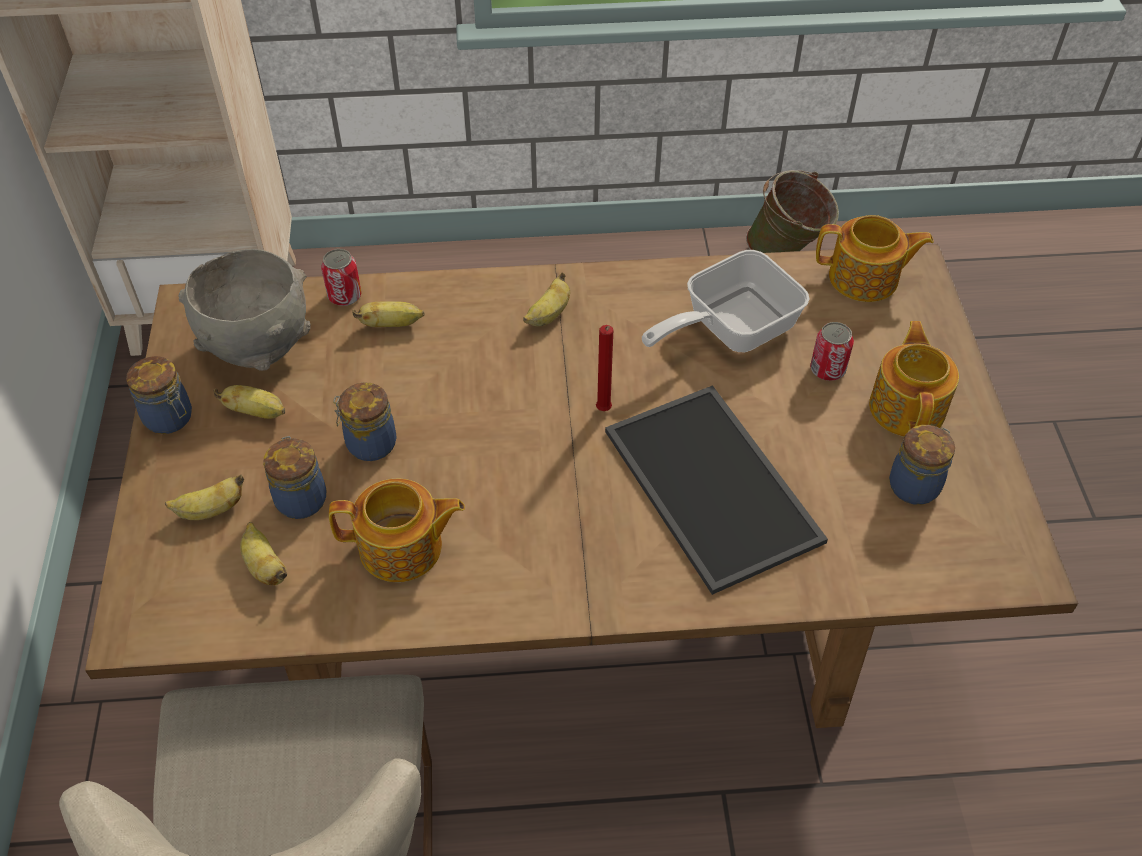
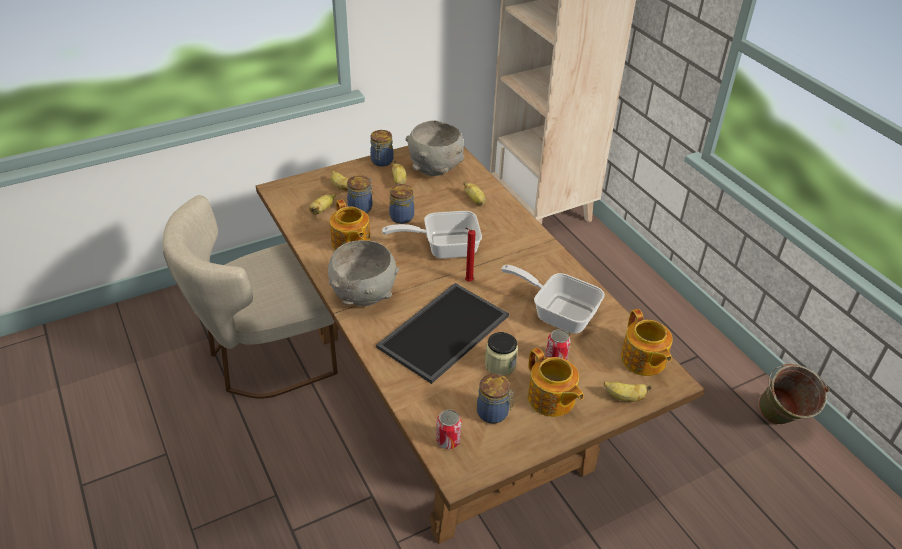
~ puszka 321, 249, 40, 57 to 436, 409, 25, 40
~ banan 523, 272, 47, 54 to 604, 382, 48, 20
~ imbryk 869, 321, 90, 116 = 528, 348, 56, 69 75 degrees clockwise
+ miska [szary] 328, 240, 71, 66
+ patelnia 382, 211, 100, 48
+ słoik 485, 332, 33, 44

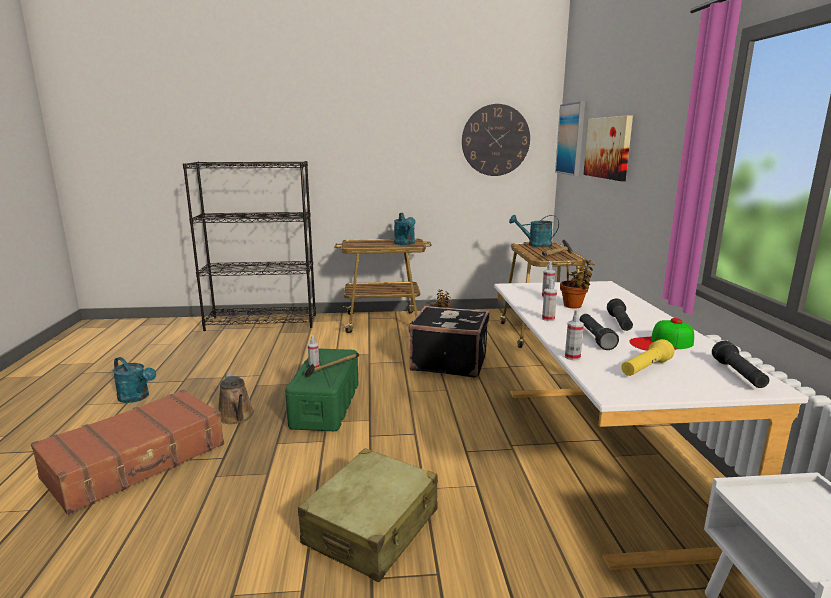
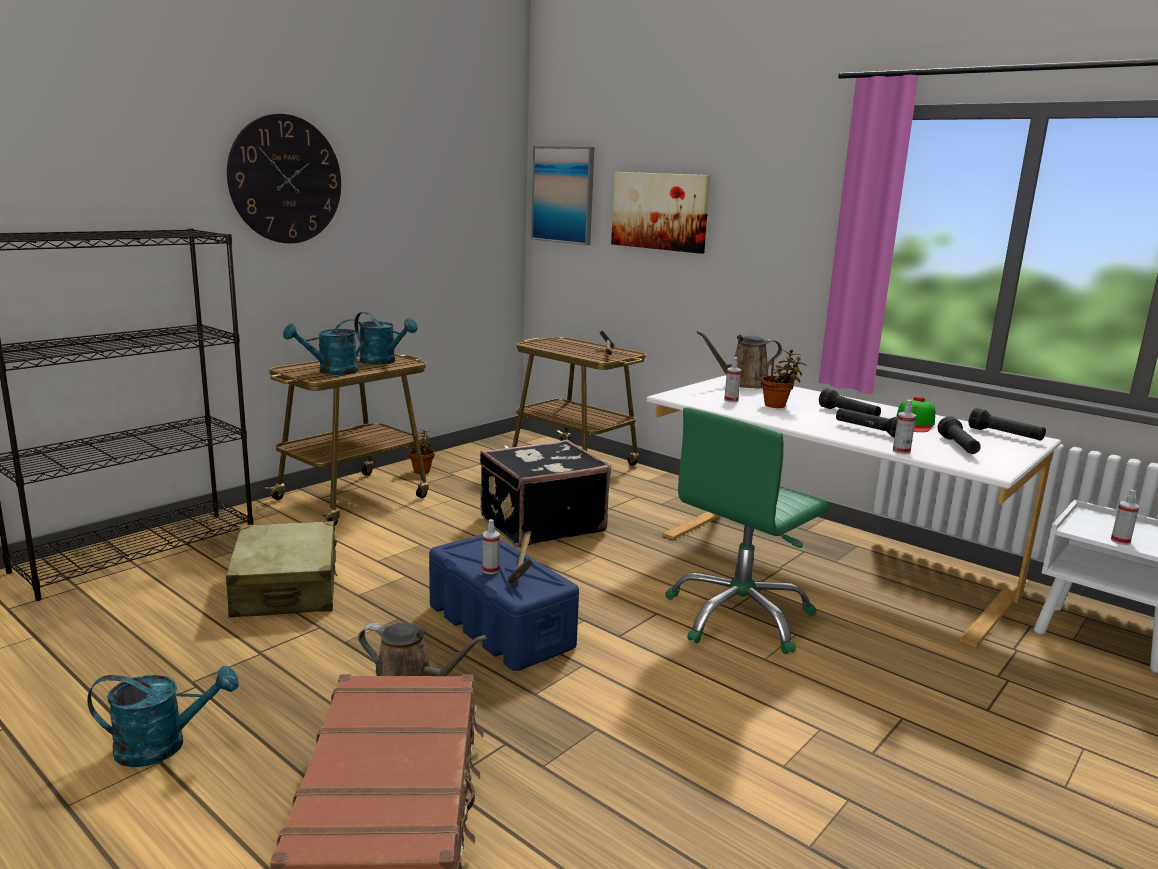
~ pojemnik do przechowywania [zielony] 285, 349, 73, 82 to pojemnik do przechowywania [niebieski] 429, 534, 150, 137
~ walizka [beżowy] 298, 448, 140, 134 to 226, 521, 112, 96
~ zegar ścienny 462, 104, 68, 72 to 227, 114, 114, 129
~ konewka [turkusowy] 509, 215, 50, 32 to 283, 319, 82, 56
~ spryskiwacz 542, 279, 15, 42 to 1111, 489, 28, 56
~ latarka [żółty] 621, 339, 53, 37 to latarka [czarny] 938, 416, 43, 38
+ krzesło biurowe [zielony] 665, 407, 164, 247
+ konewka [brązowy] 696, 331, 86, 57

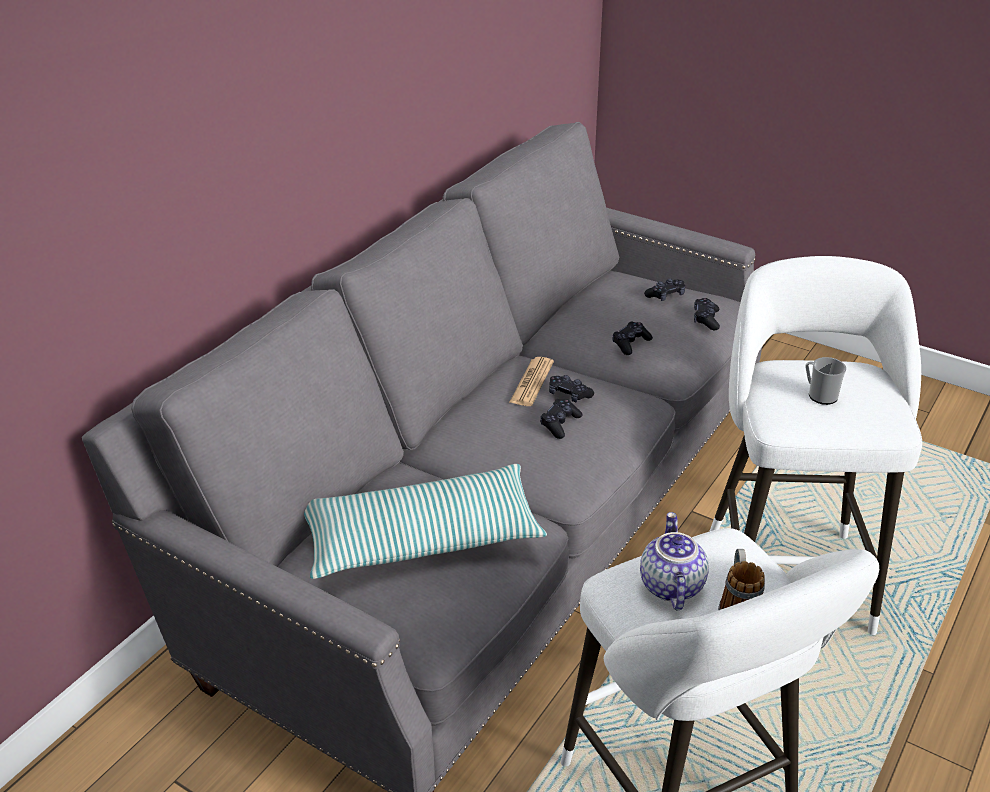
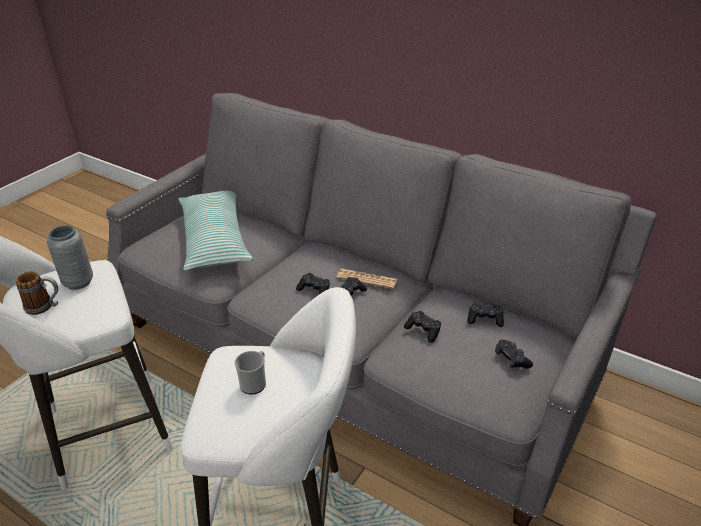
~ imbryk 640, 512, 69, 98 to wazon [szary] 47, 225, 46, 65
~ pad do gier [czarny] 694, 298, 26, 32 to 467, 303, 37, 24

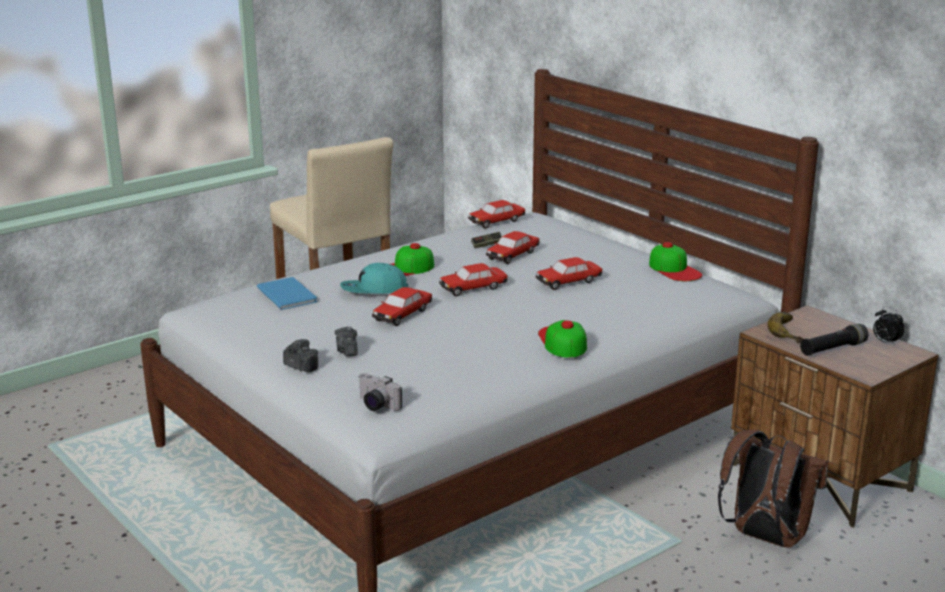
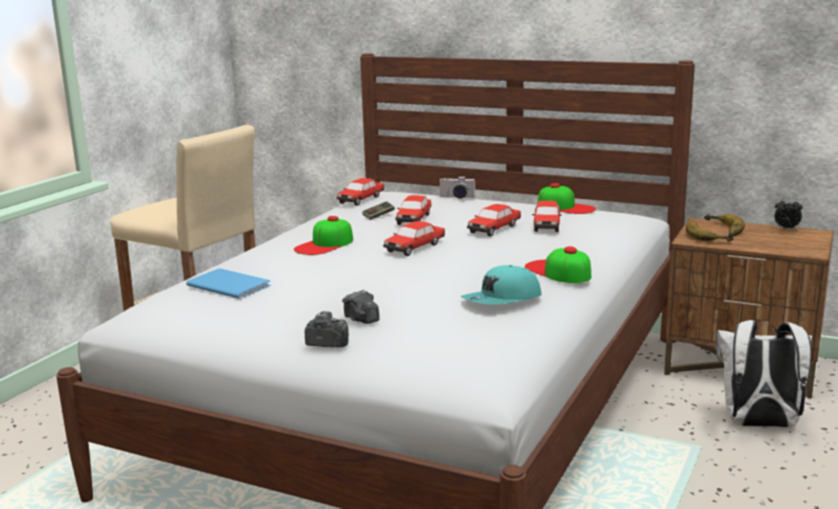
~ czapka z daszkiem [turkusowy] 340, 263, 68, 31 to 461, 265, 81, 40
~ aparat fotograficzny 358, 373, 44, 38 to 439, 176, 37, 23
~ samochodzik 372, 287, 60, 39 to 532, 201, 30, 31
~ plecak [brązowy] 718, 430, 110, 118 to plecak [biały] 716, 320, 96, 108
- latarka [czarny] 800, 324, 68, 32
+ banan 704, 214, 41, 23

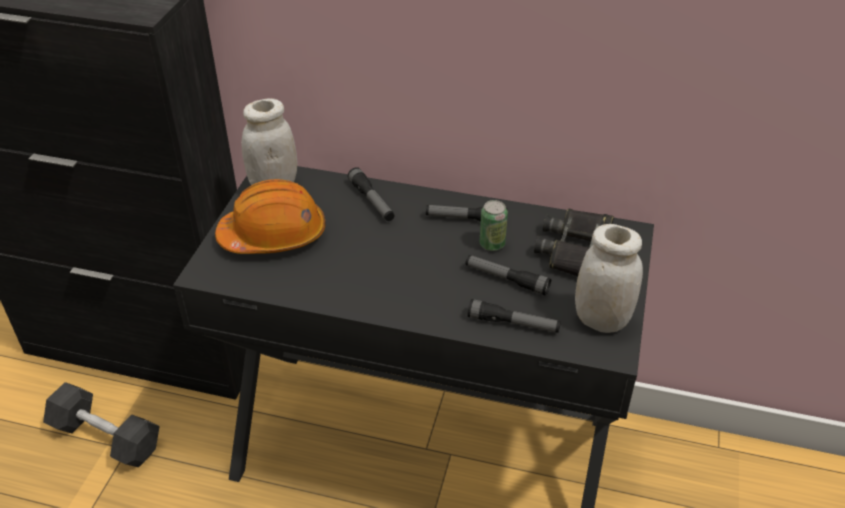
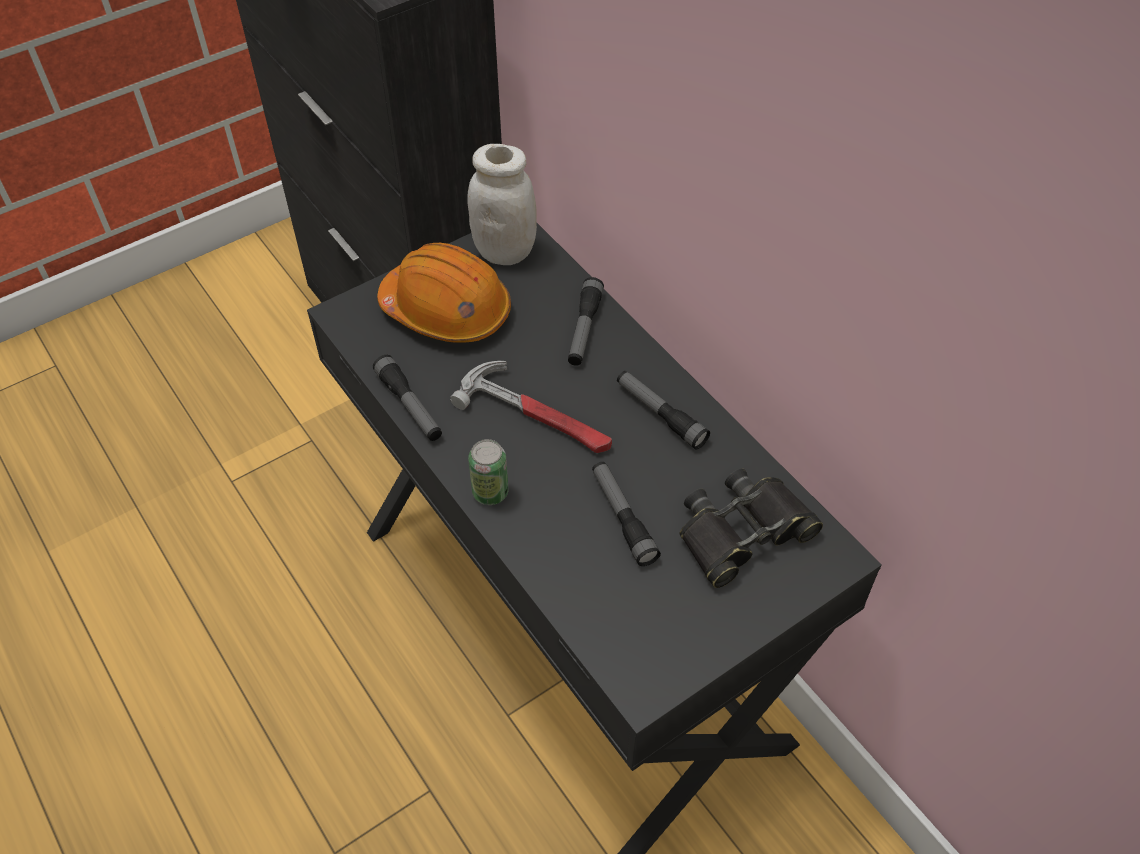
- hantel [czarny] 43, 382, 117, 85
~ latarka 467, 299, 94, 34 to 373, 355, 69, 86
~ puszka 480, 200, 28, 51 to 468, 439, 40, 66
- słoik [biały] 575, 224, 68, 109
+ młotek 450, 361, 162, 92

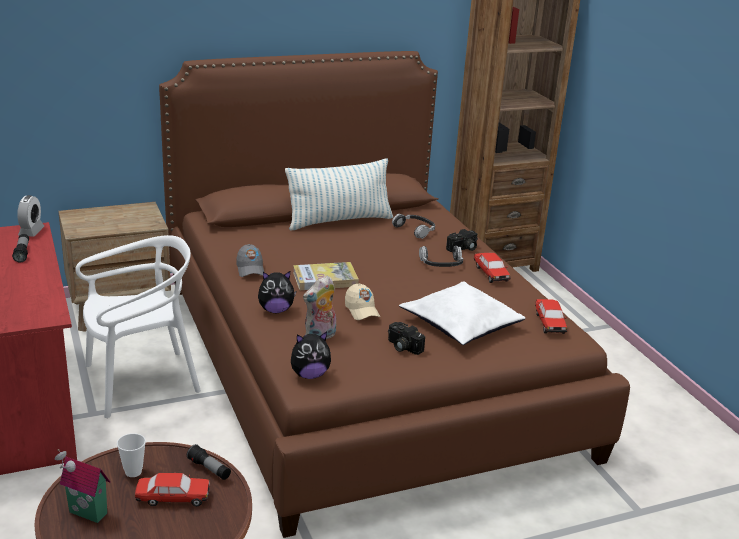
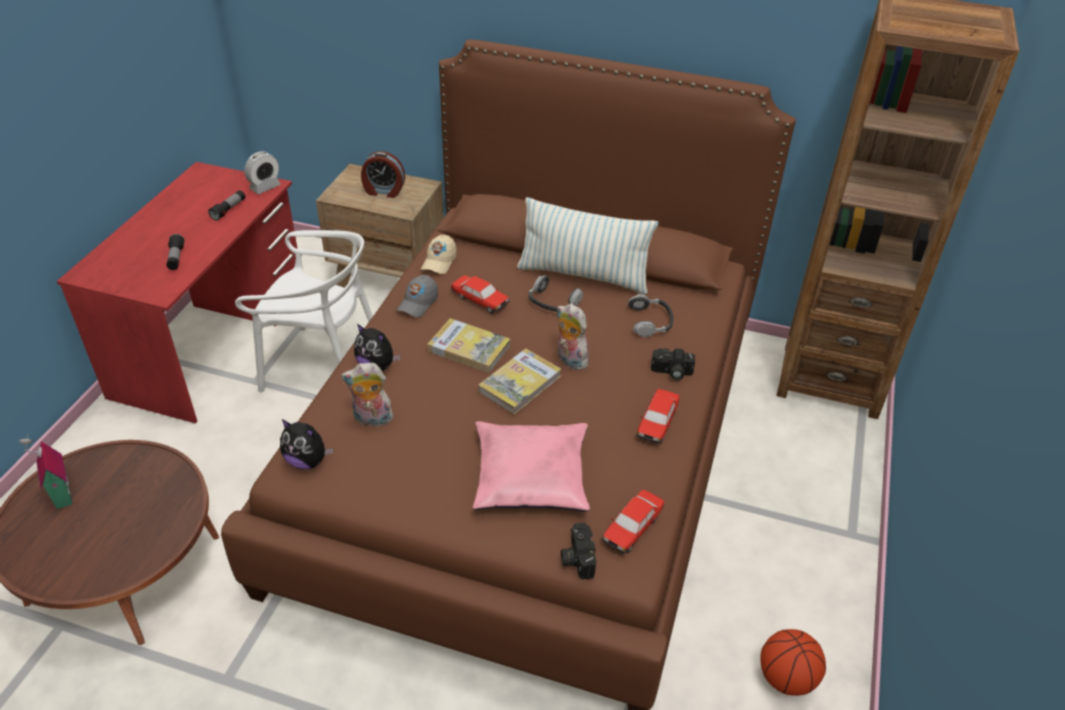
- filiżanka 117, 433, 29, 44
~ samochodzik 135, 473, 75, 34 to 451, 275, 58, 39
~ latarka 187, 444, 44, 36 to 166, 234, 19, 36
~ czapka z daszkiem [beżowy] 345, 284, 35, 36 to 421, 235, 36, 39
~ aparat fotograficzny 388, 322, 37, 33 to 561, 523, 35, 56
~ poduszka [biały] 399, 281, 126, 64 to poduszka [różowy] 473, 421, 117, 90
~ słuchawki 419, 246, 44, 21 to 528, 275, 55, 37
+ budzik 361, 151, 44, 47
+ książka 478, 348, 83, 67
+ pluszak 557, 304, 35, 67
+ piłka do koszykówki 761, 629, 65, 67

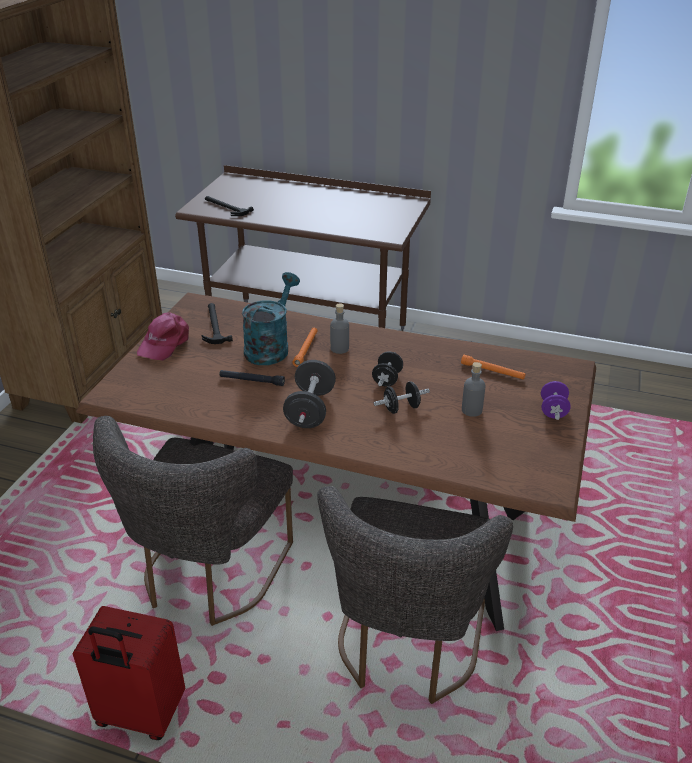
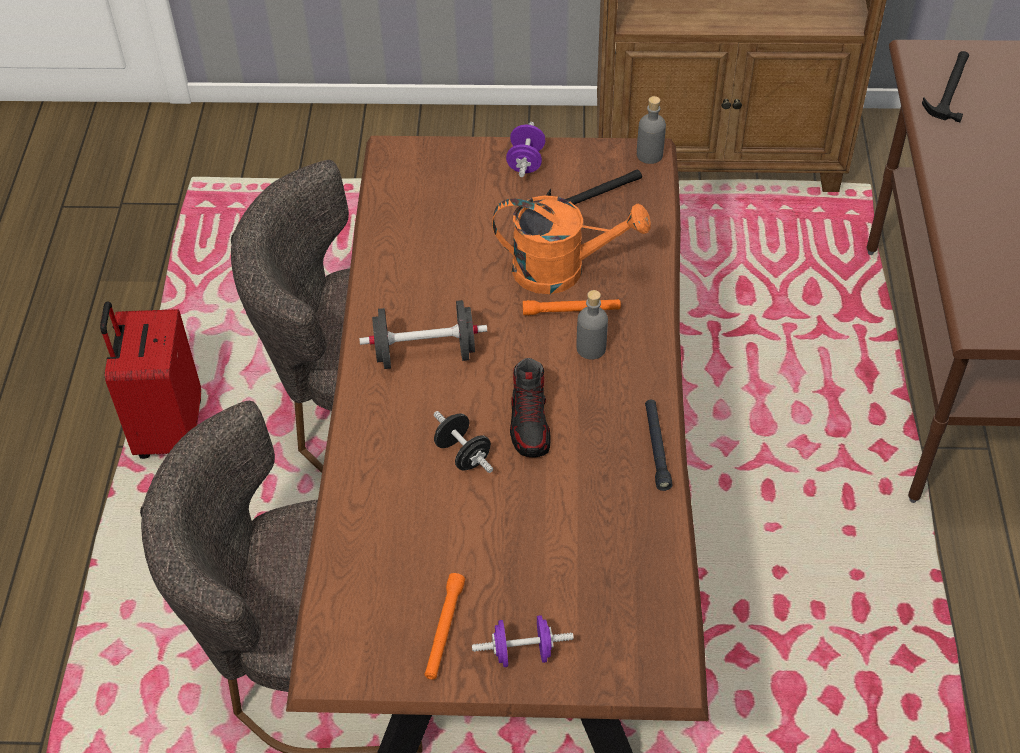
~ czapka z daszkiem [różowy] 137, 312, 52, 48 to hantel [fioletowy] 506, 122, 40, 55
~ latarka [czarny] 219, 370, 66, 16 to 645, 400, 28, 91
~ konewka [turkusowy] 242, 272, 58, 93 to konewka [pomarańczowy] 492, 195, 159, 99
~ hantel [czarny] 372, 351, 31, 36 to but 510, 358, 41, 99
~ latarka [pomarańczowy] 461, 355, 64, 25 to 424, 573, 41, 107
~ butelka [szary] 462, 362, 23, 55 to 637, 96, 29, 68

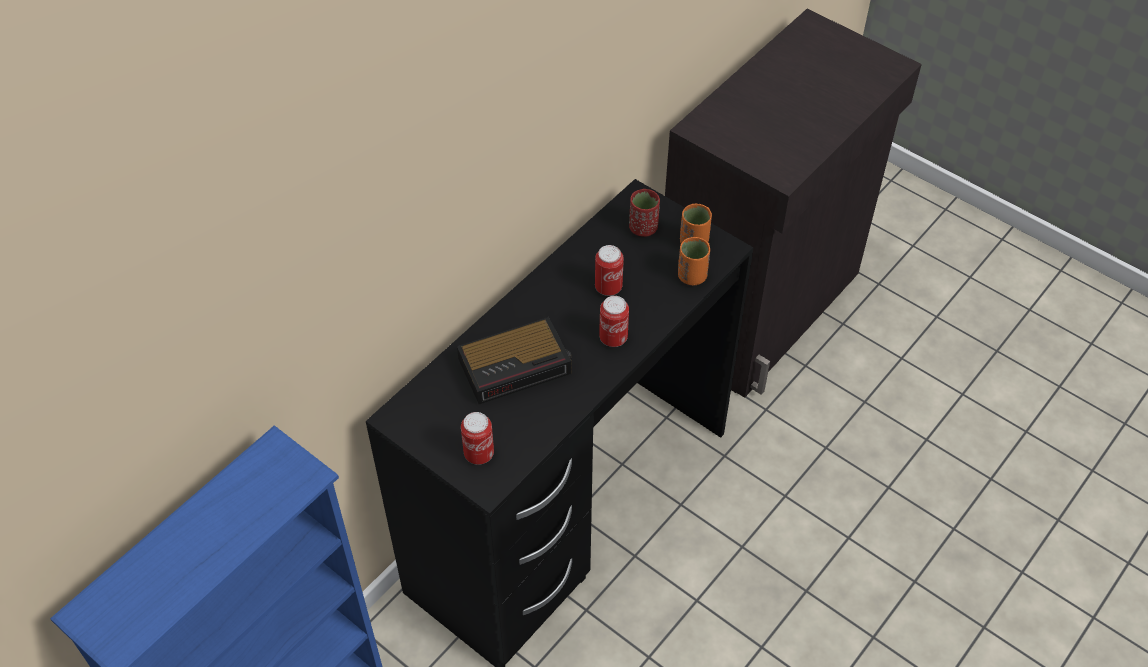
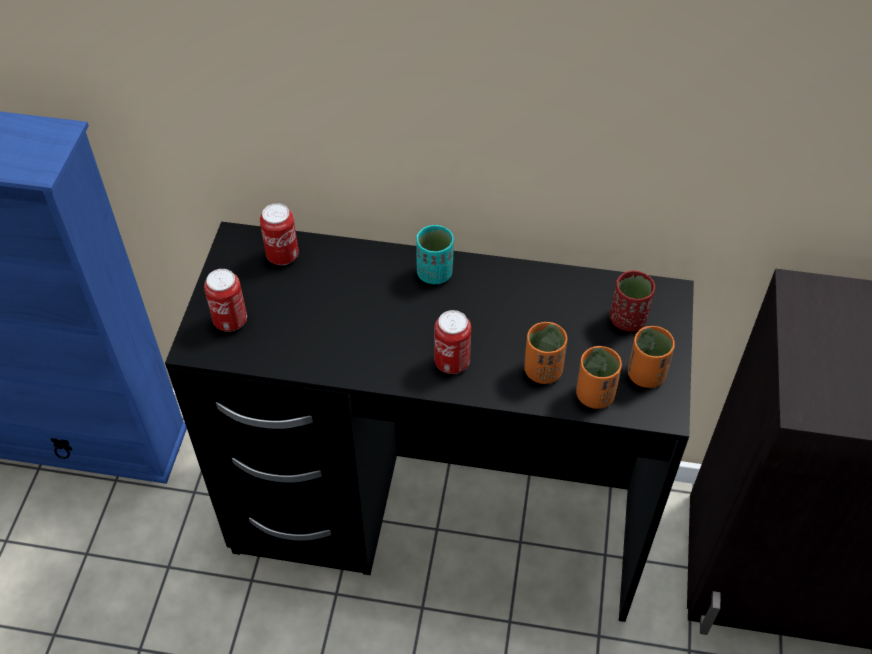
- budzik 457, 317, 115, 87
~ puszka 595, 245, 29, 51 to 260, 203, 39, 62
+ filiżanka [turkusowy] 416, 225, 38, 60
+ filiżanka [pomarańczowy] 525, 322, 42, 62

